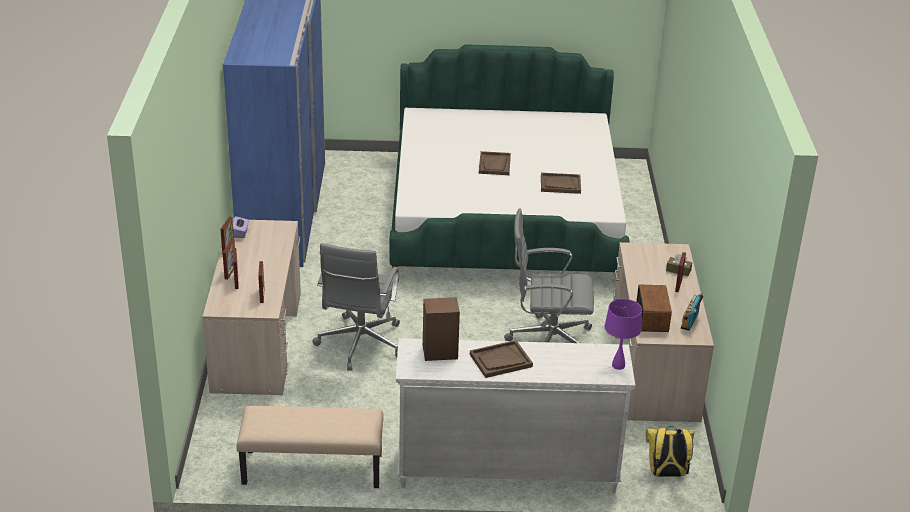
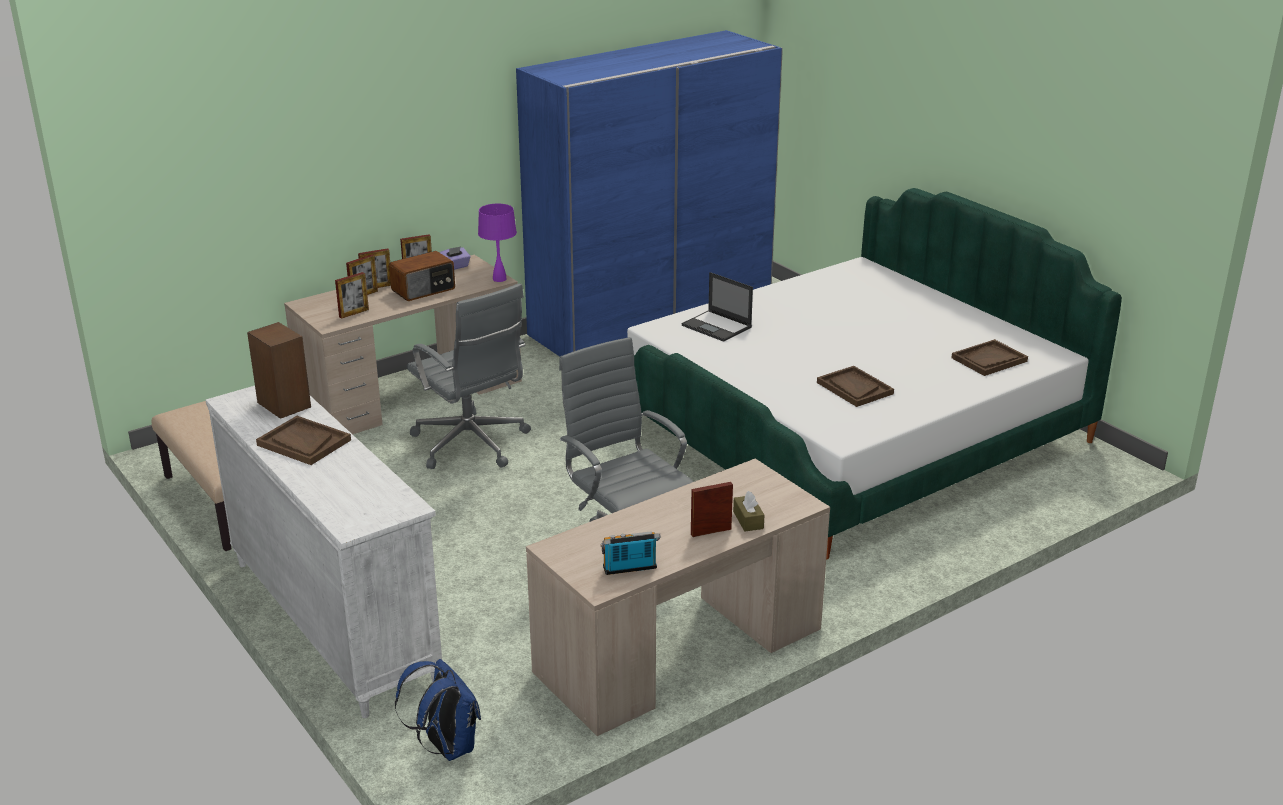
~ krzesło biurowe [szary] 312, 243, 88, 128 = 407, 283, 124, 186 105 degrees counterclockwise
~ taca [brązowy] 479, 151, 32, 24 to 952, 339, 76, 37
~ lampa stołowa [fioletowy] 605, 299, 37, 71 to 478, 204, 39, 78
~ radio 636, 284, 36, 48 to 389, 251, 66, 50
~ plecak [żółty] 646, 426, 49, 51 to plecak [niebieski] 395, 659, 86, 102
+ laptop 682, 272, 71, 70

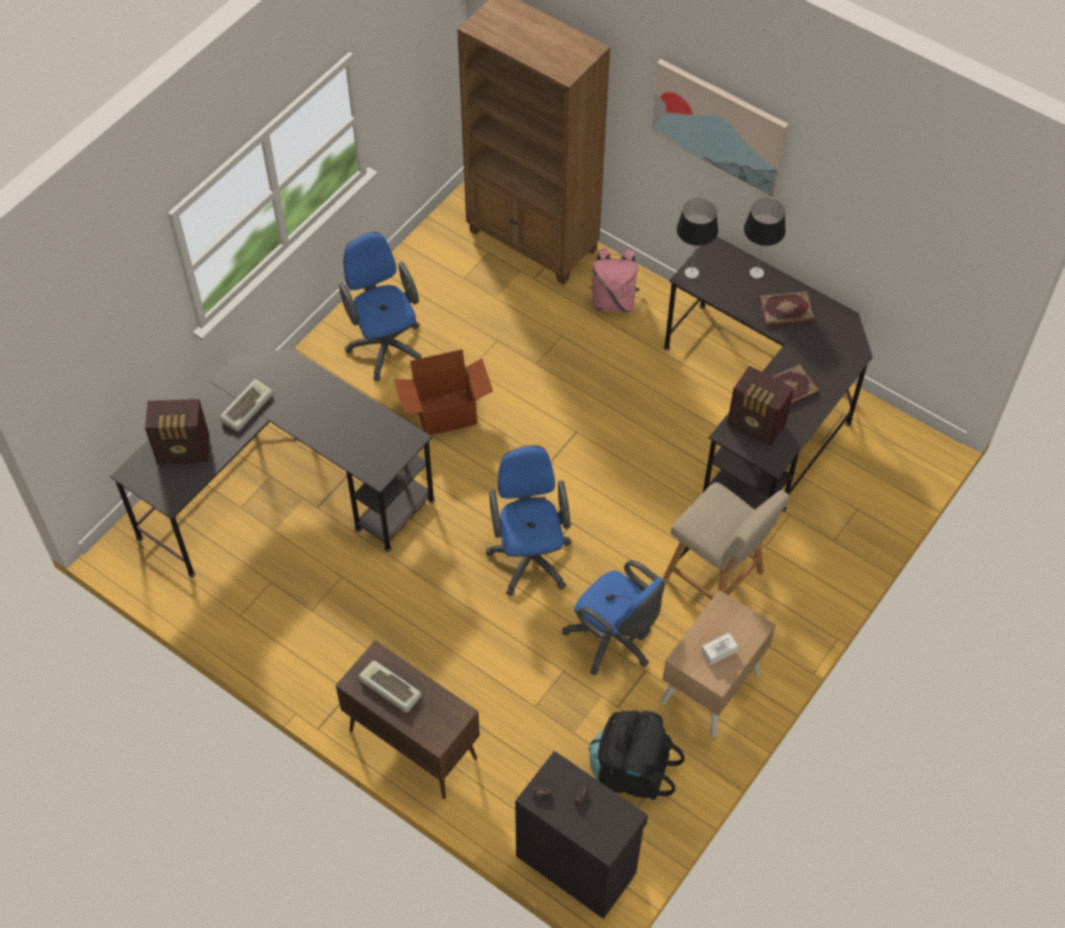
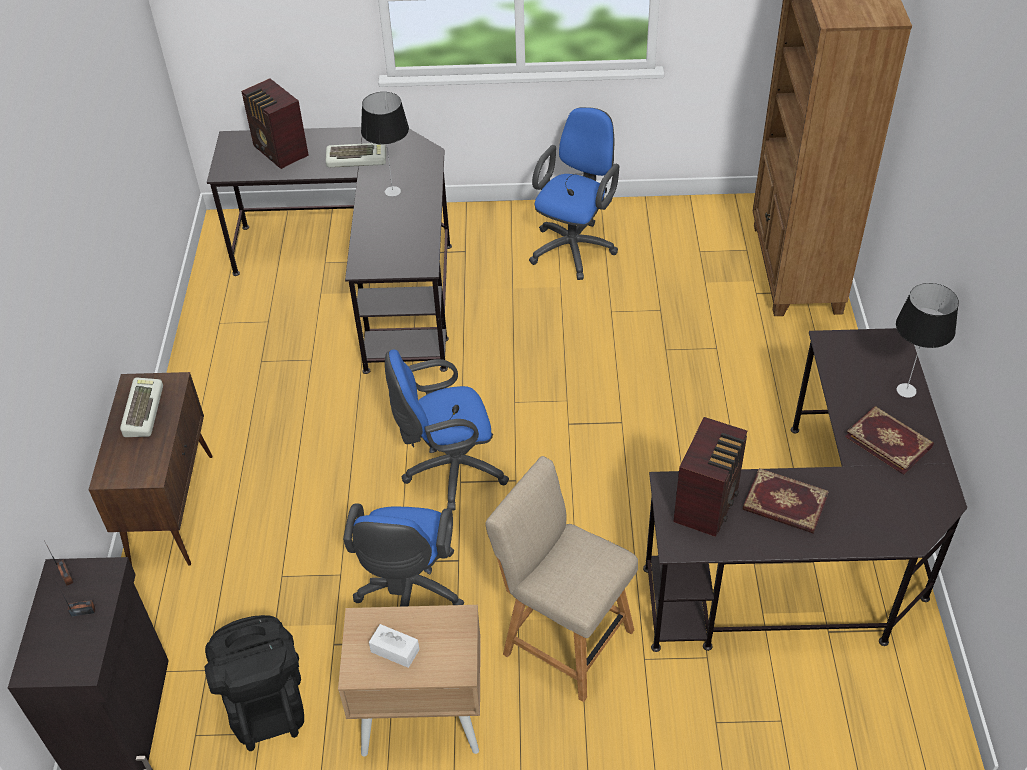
- karton 394, 349, 99, 86
~ krzesło biurowe [niebieski] 486, 445, 85, 151 = 385, 349, 124, 162 150 degrees counterclockwise
- plecak [różowy] 589, 248, 51, 64
- obraz 651, 59, 138, 138
~ krzesło [beżowy] 663, 482, 127, 118 = 485, 456, 153, 246 120 degrees clockwise
~ lampa stołowa 677, 199, 41, 79 to 361, 92, 48, 105
~ radio 727, 366, 67, 80 = 673, 417, 74, 120 150 degrees counterclockwise

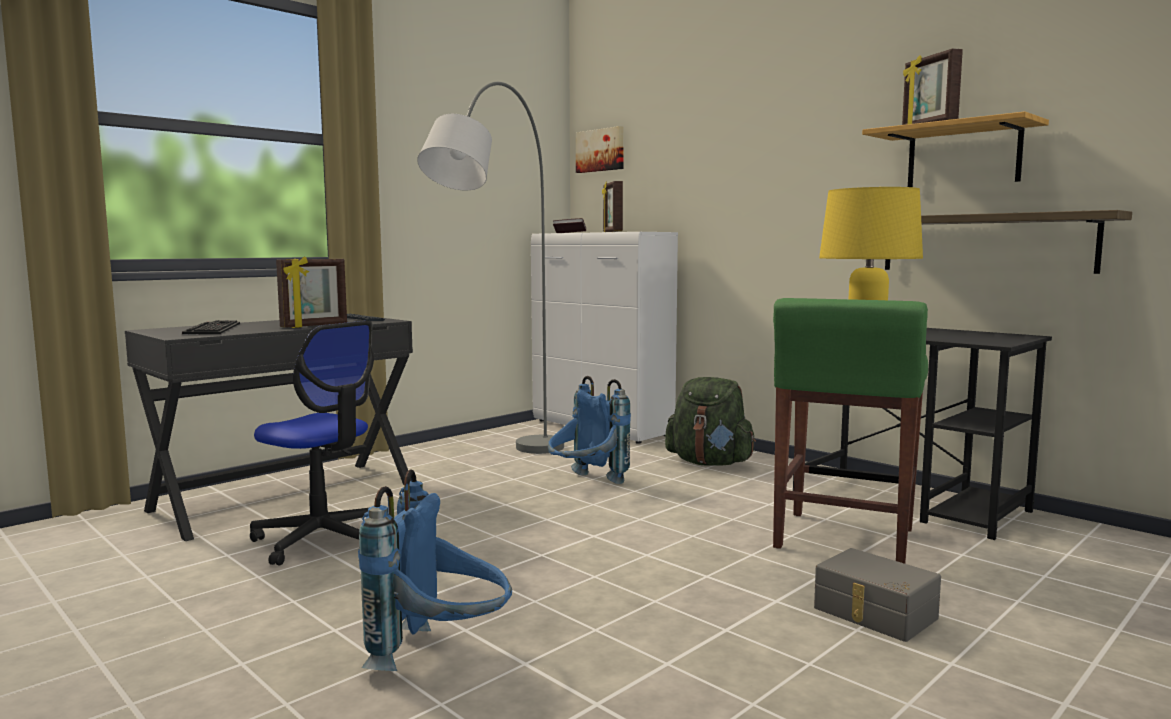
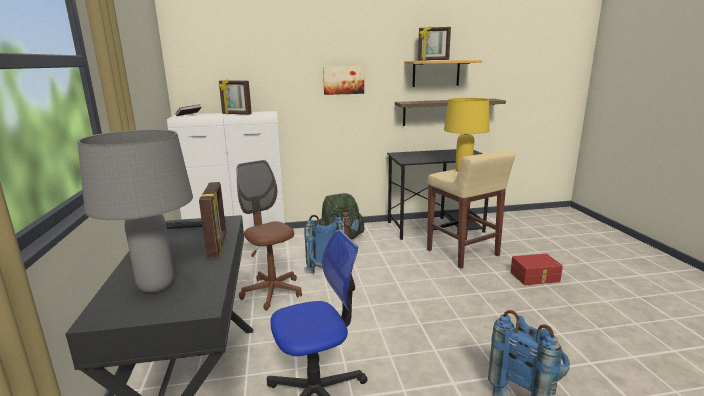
~ klawiatura 182, 320, 58, 15 to lampa stołowa [szary] 77, 129, 116, 164
~ lampa stojąca [szary] 417, 82, 147, 372 to krzesło biurowe [brązowy] 237, 160, 65, 150
~ obraz 576, 126, 48, 47 to 323, 66, 41, 29
~ stołek [zielony] 773, 298, 155, 266 to stołek [beżowy] 427, 150, 89, 118
~ pojemnik do przechowywania [szary] 814, 548, 127, 94 to pojemnik do przechowywania [czerwony] 510, 254, 53, 31

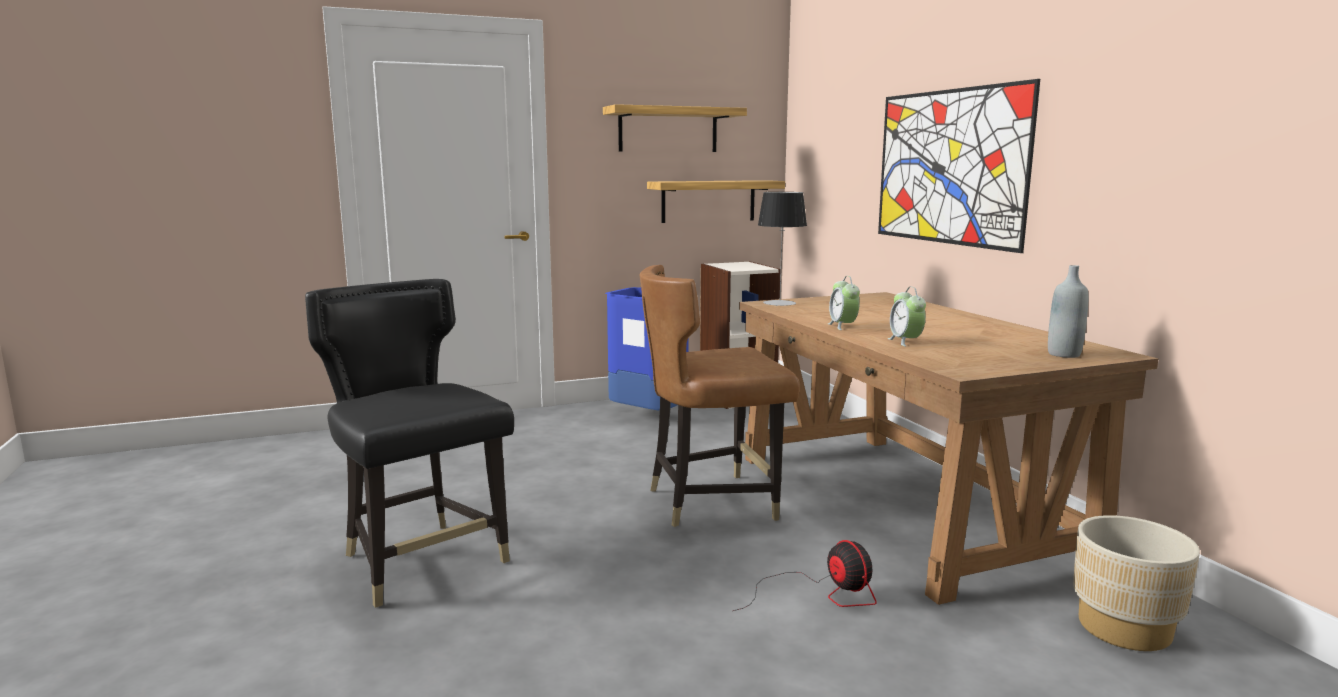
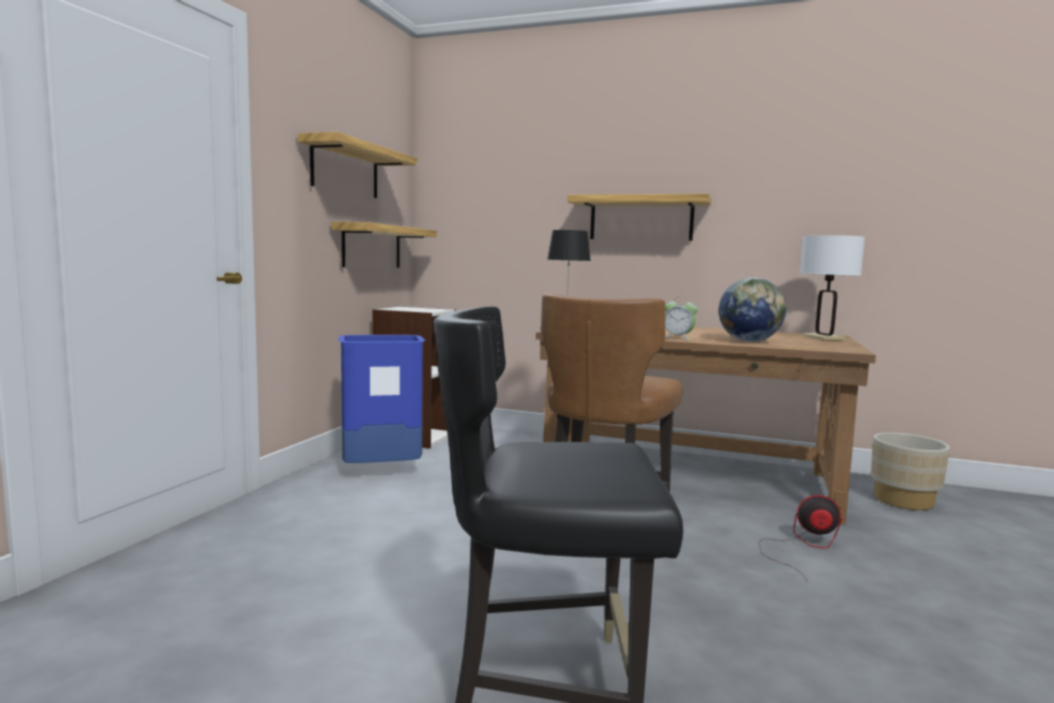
~ obraz 878, 79, 162, 174 to półka 567, 194, 144, 47
~ budzik 888, 287, 38, 60 to globus 719, 277, 67, 65
~ butelka [szary] 1048, 265, 40, 93 to lampa stołowa [biały] 800, 235, 65, 106

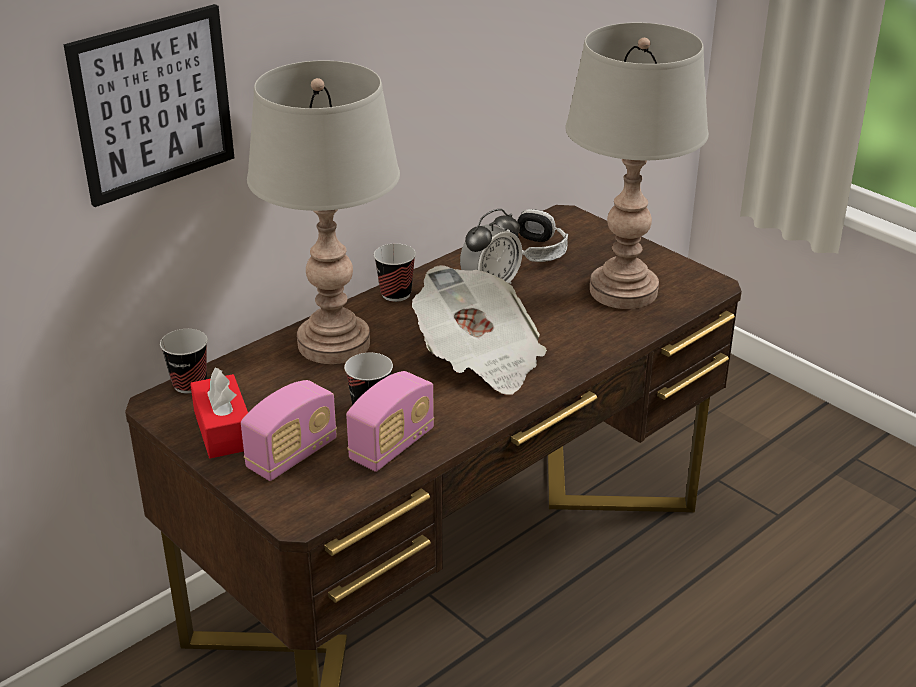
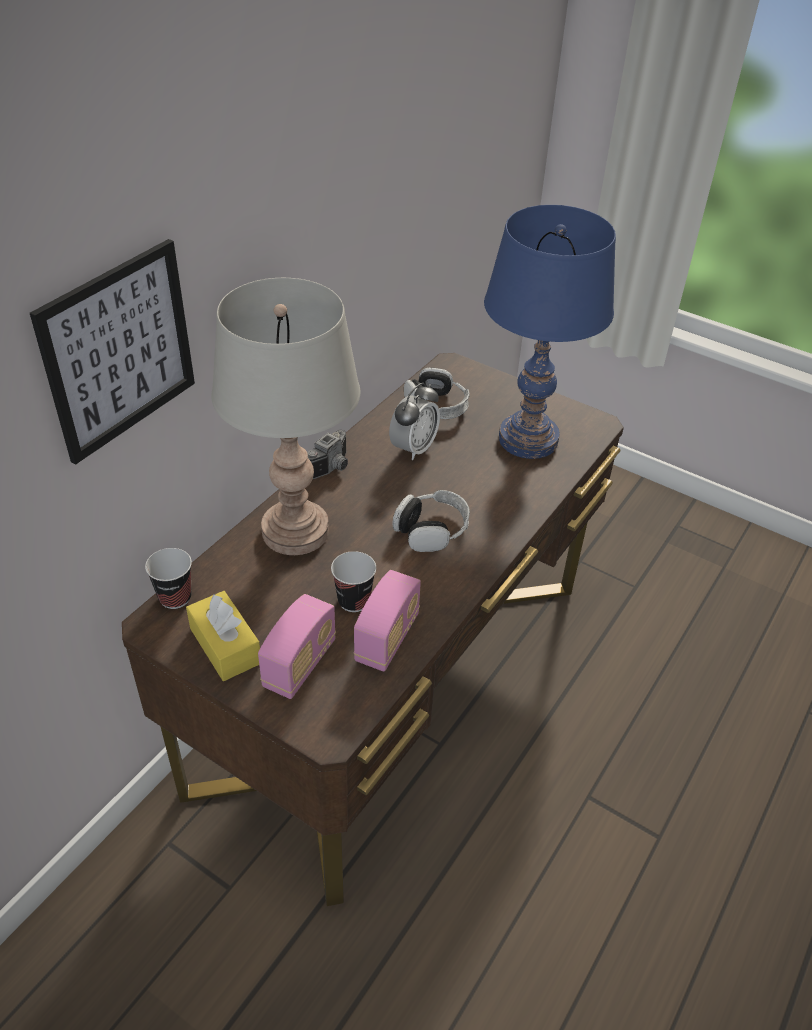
~ pudełko chusteczek [czerwony] 190, 368, 58, 91 to pudełko chusteczek [żółty] 186, 591, 74, 90
~ filiżanka 374, 244, 42, 58 to aparat fotograficzny 308, 430, 40, 49
~ gazeta 412, 265, 135, 130 to słuchawki 392, 490, 78, 62
~ lampa stołowa [szary] 565, 23, 144, 286 to lampa stołowa [niebieski] 484, 205, 132, 254

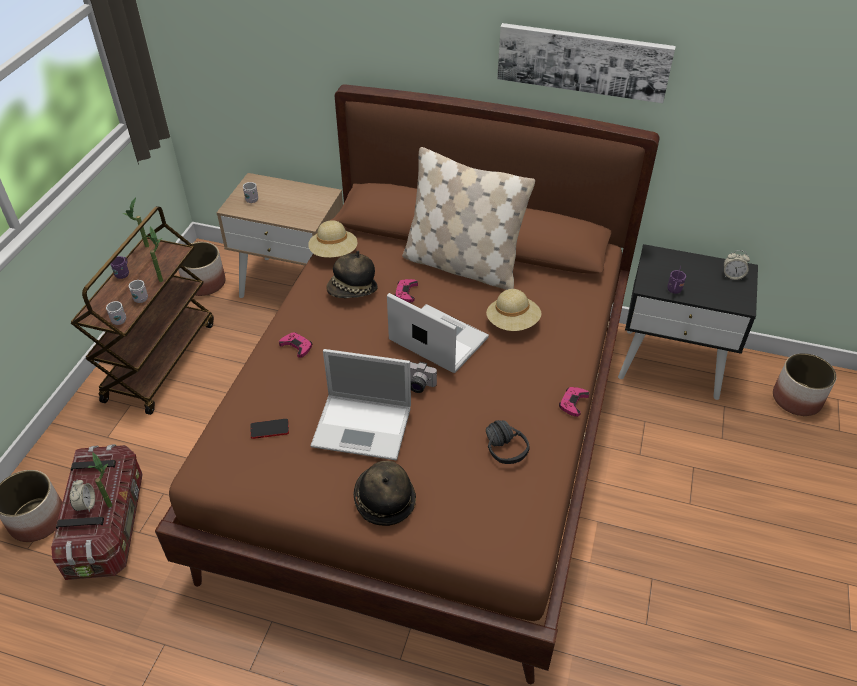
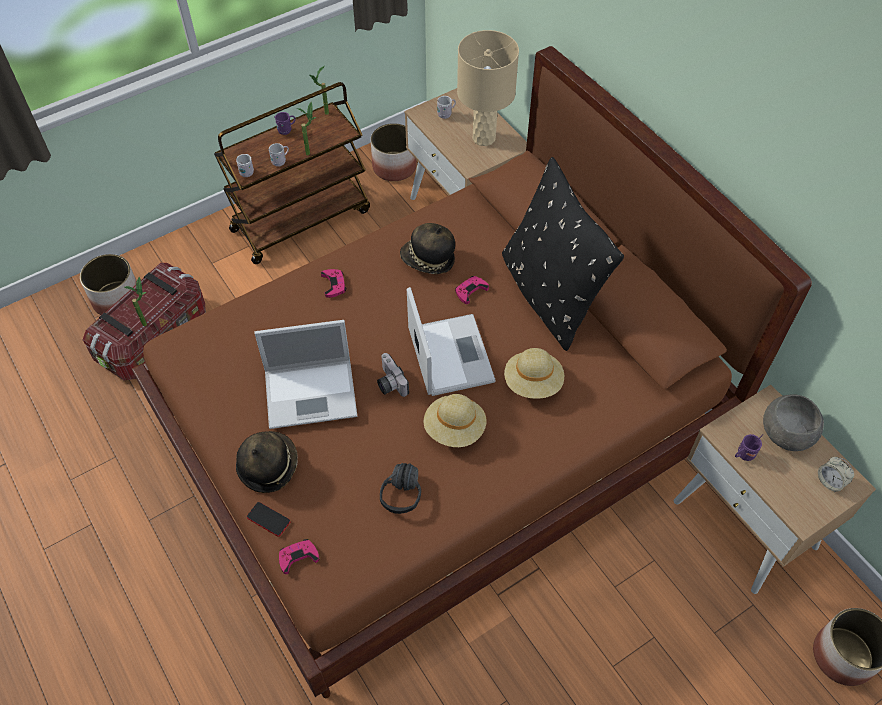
- budzik 70, 480, 25, 32
~ telefon 250, 419, 39, 20 to 247, 502, 43, 35
~ kapelusz [beżowy] 308, 220, 49, 38 to 424, 394, 62, 53
~ laptop 310, 349, 101, 111 = 254, 320, 103, 109 60 degrees counterclockwise
~ poduszka [beżowy] 402, 147, 133, 143 to poduszka [czarny] 502, 157, 122, 194
- obraz 497, 23, 179, 80
~ pad do gier [różowy] 559, 387, 30, 30 to 279, 539, 40, 35
~ szafka nocna [czarny] 618, 244, 140, 156 to szafka nocna [beżowy] 674, 385, 202, 209
+ lampa stołowa [beżowy] 457, 30, 62, 116
+ miska [szary] 763, 394, 61, 57

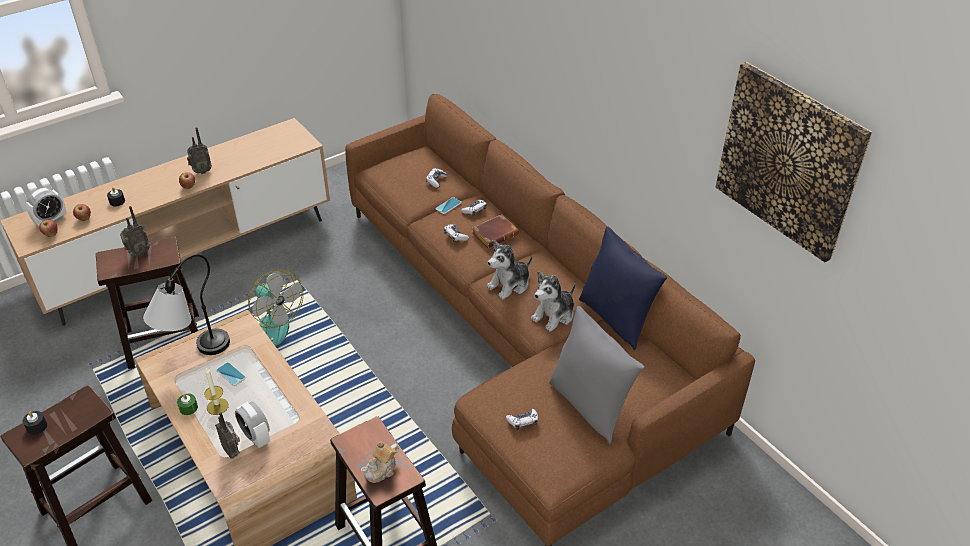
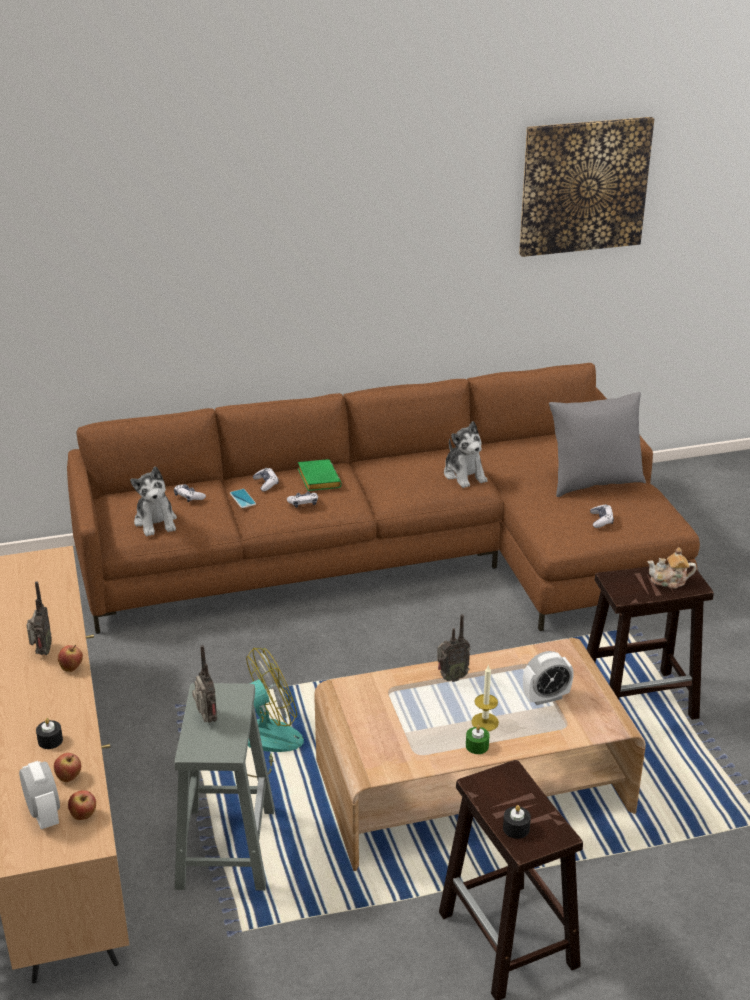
~ stołek [brązowy] 96, 236, 103, 133 to stołek [szary] 175, 683, 100, 208
- lampa stołowa 143, 254, 87, 101
~ radio 215, 412, 25, 47 to 437, 614, 33, 68
- telefon 216, 362, 30, 24
~ imbryk 361, 442, 38, 41 = 647, 547, 49, 42 120 degrees clockwise
~ książka [brązowy] 472, 215, 47, 33 to książka [zielony] 298, 459, 44, 32
~ pluszak 486, 240, 47, 60 to 130, 466, 47, 70
- poduszka [niebieski] 579, 227, 88, 123

